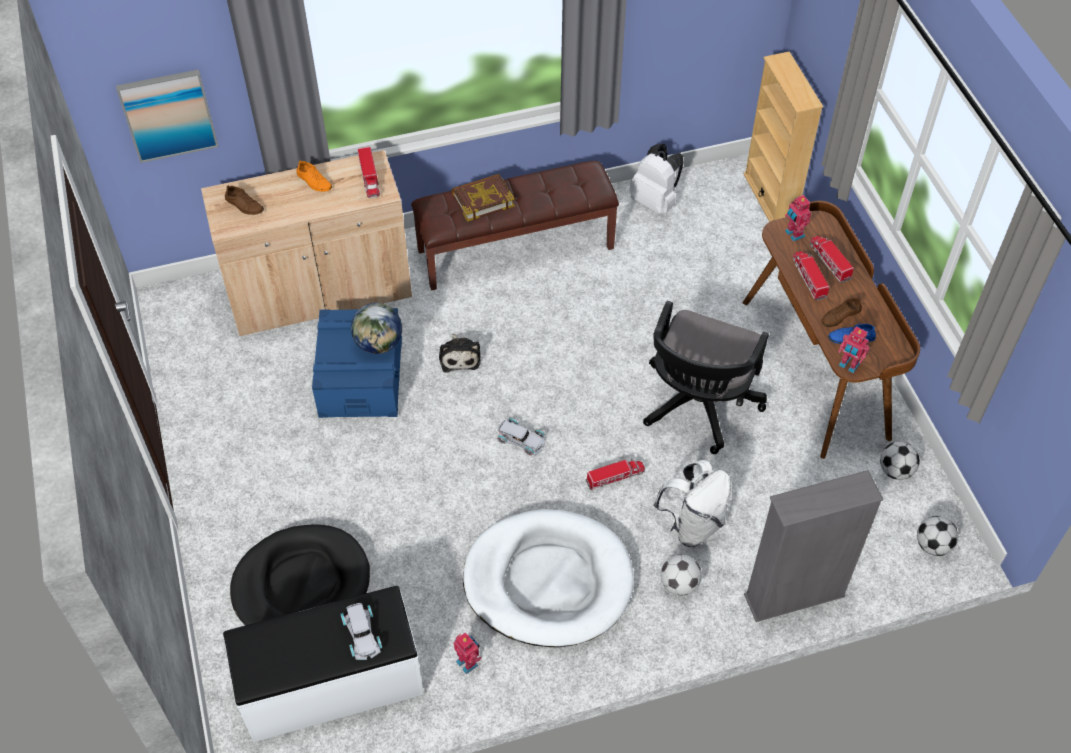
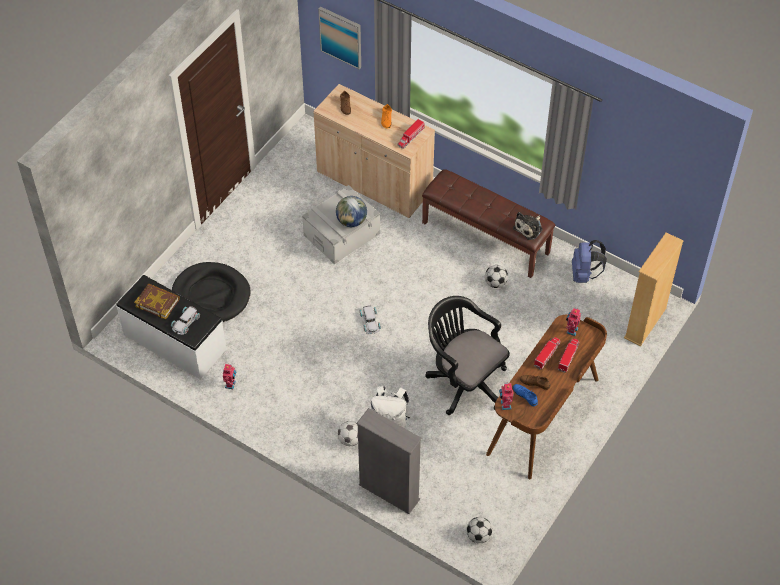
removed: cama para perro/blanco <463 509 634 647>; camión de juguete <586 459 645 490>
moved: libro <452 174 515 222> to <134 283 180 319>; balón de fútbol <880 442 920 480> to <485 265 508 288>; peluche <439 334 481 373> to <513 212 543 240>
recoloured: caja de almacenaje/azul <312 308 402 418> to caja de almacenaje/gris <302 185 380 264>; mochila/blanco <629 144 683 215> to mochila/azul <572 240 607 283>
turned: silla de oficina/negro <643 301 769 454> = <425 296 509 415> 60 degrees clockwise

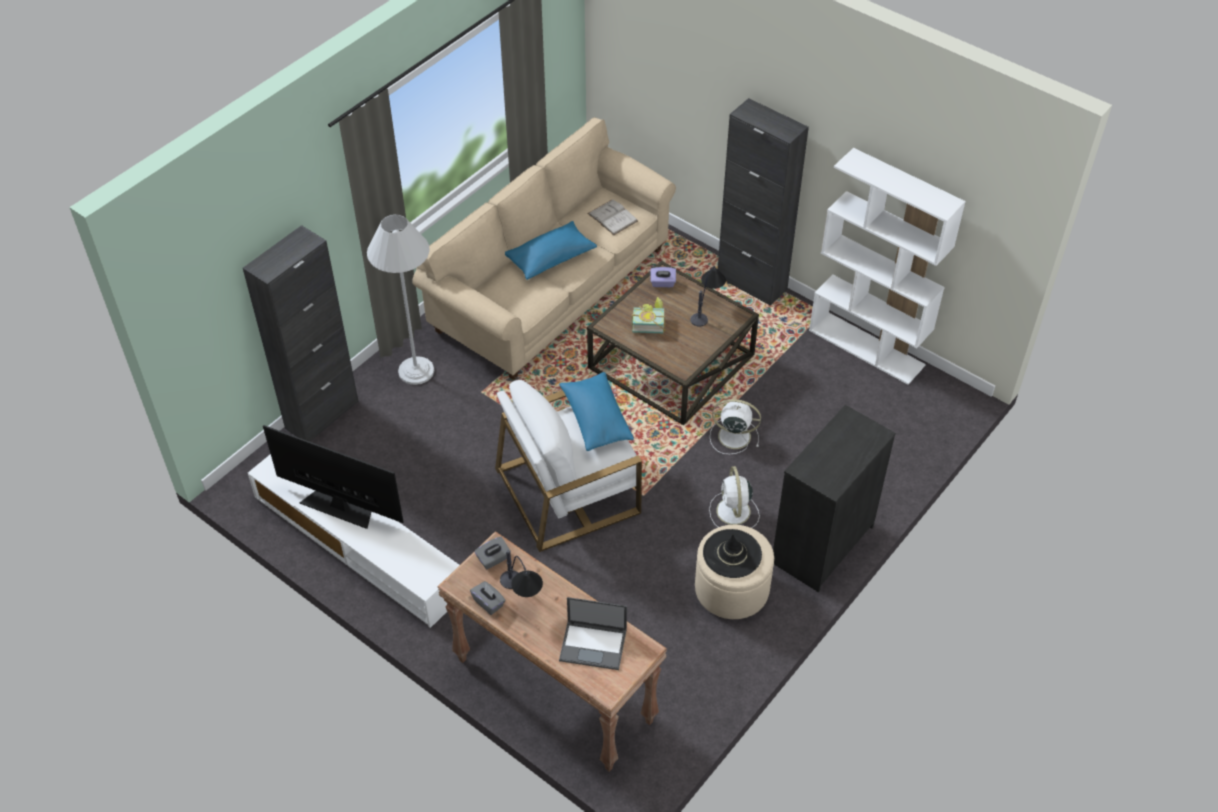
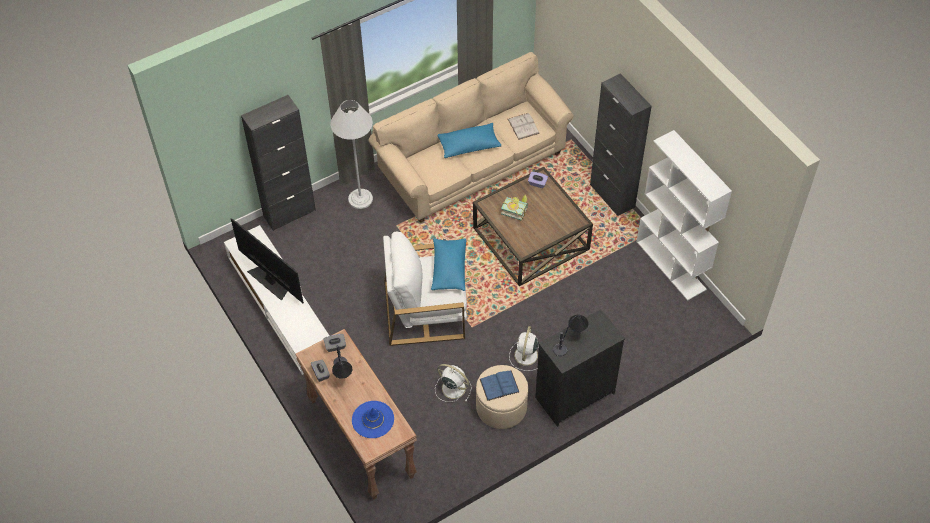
moved: ventilador/blanco <710 399 761 454> to <435 364 472 402>; lámpara de mesa <690 266 726 326> to <553 315 589 356>
replaced: portátil <559 597 627 670> to sombrero/azul <352 401 394 438>; sombrero/negro <703 529 762 578> to libro/azul <480 370 519 401>

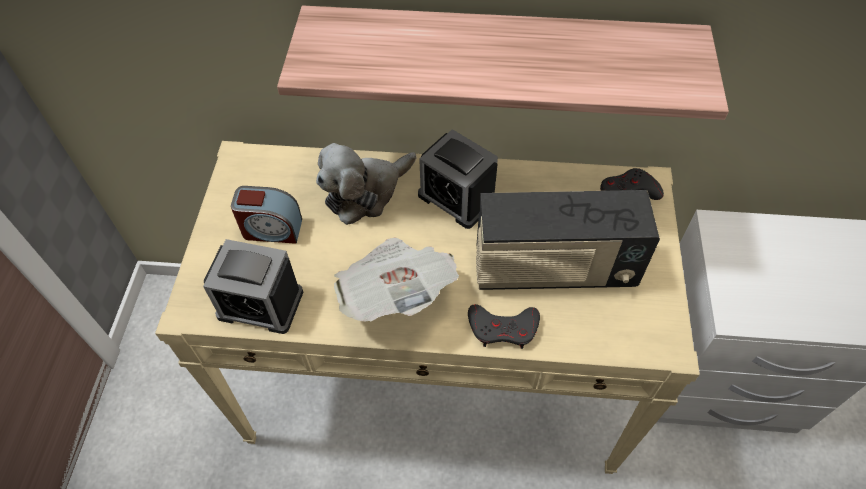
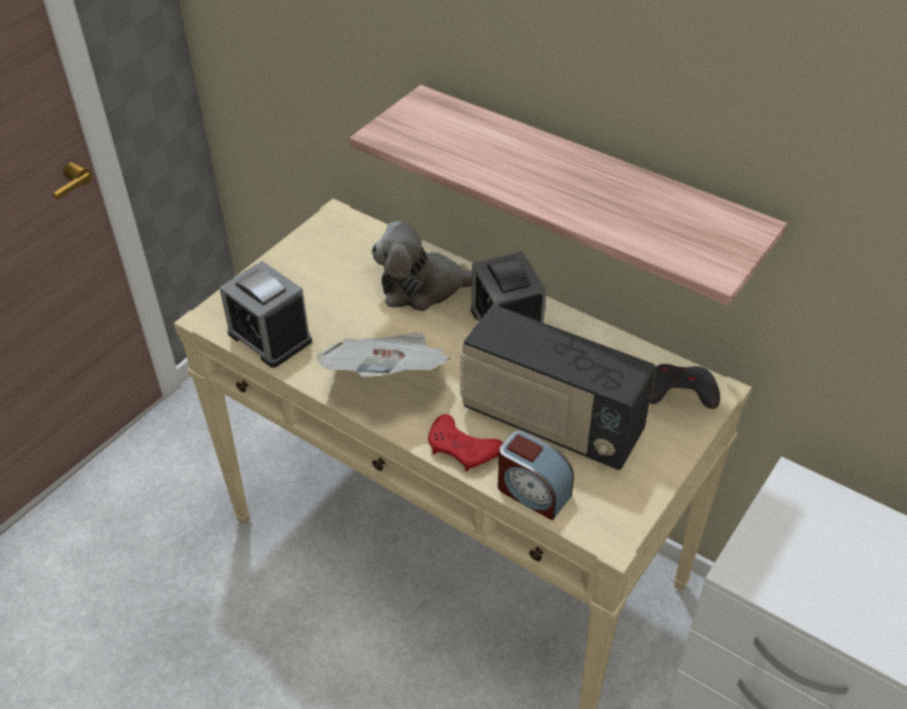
moved: despertador <231 186 302 244> to <498 430 574 520>
recoloured: mando de consola/gris <468 304 540 349> to mando de consola/rojo <428 414 503 472>

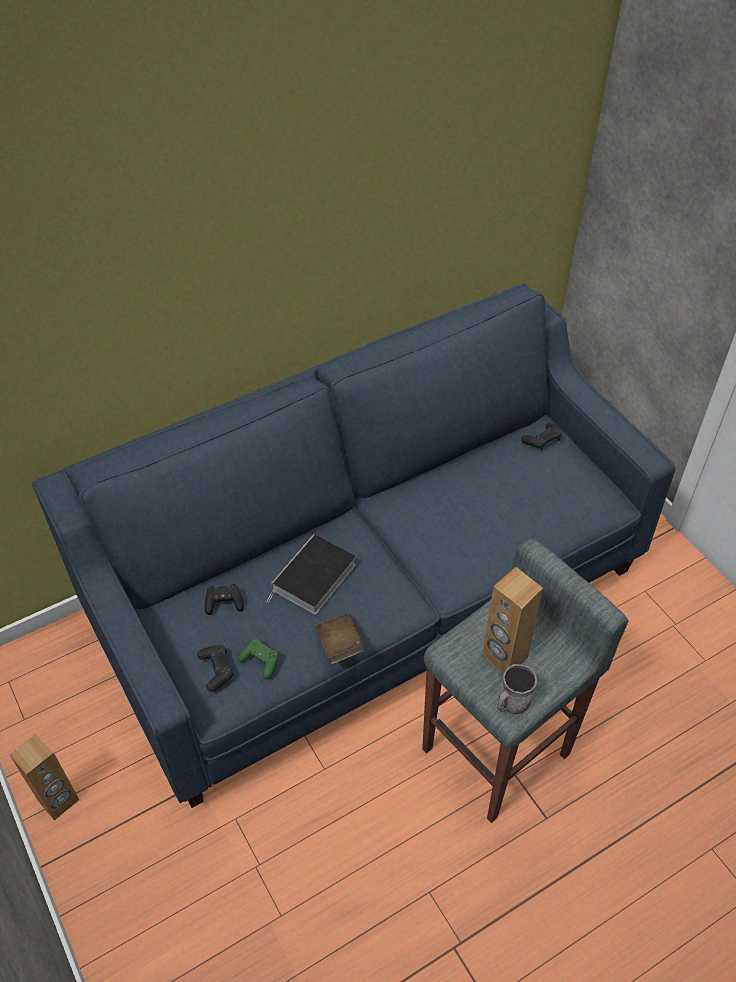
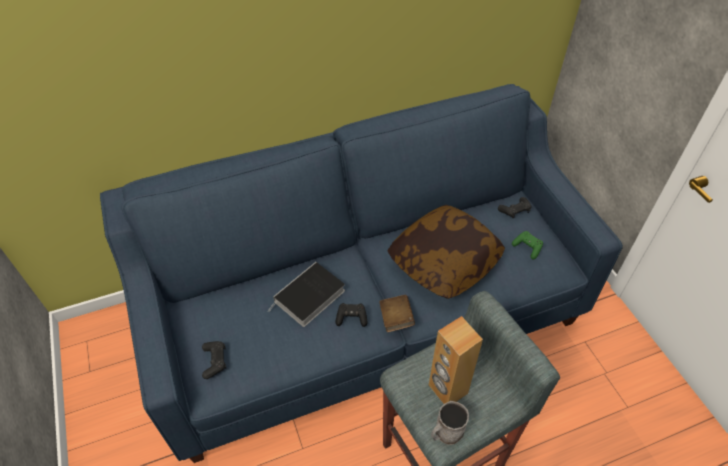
removed: altavoz/marrón <10 734 79 821>
added: cojín <387 205 505 299>
moved: mando de consola/negro <205 584 244 615> to <335 303 367 327>; libro/marrón <316 613 365 664> to <379 295 415 332>; mando de consola/verde <238 639 279 679> to <512 231 543 259>

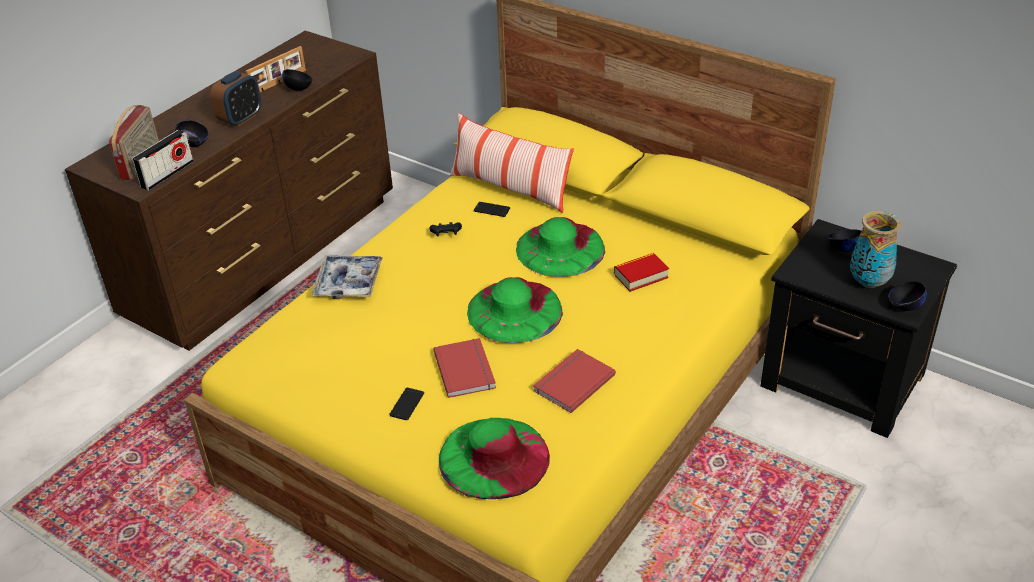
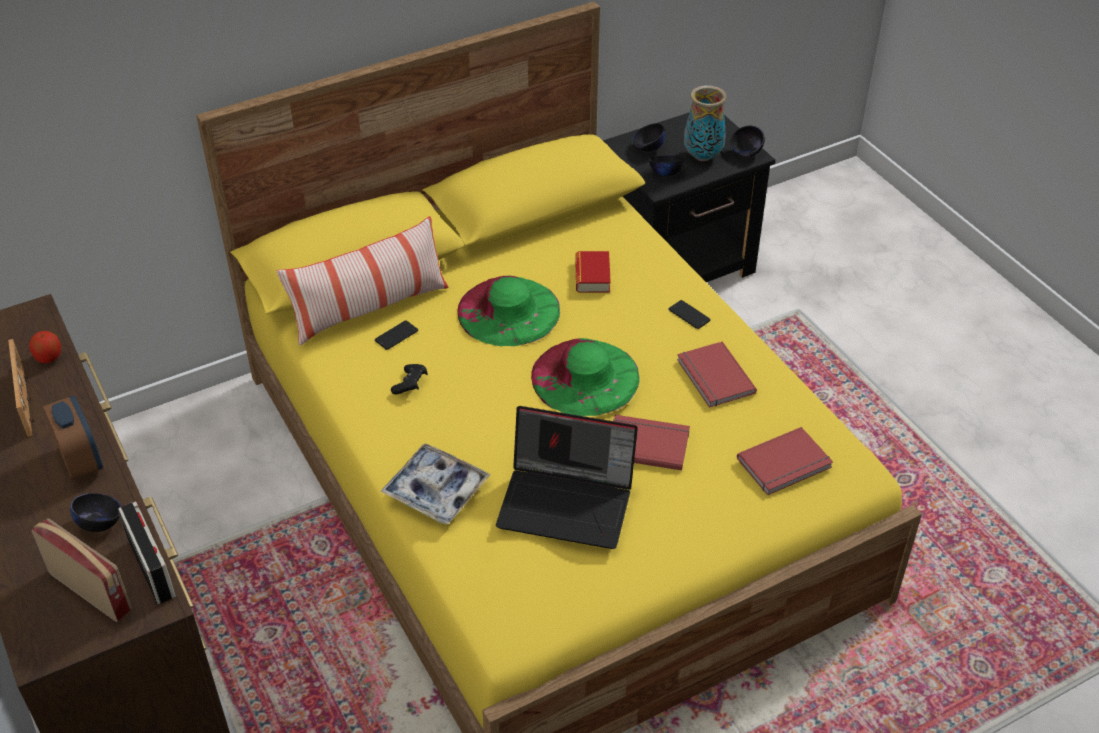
added: manzana <29 331 61 363>; portátil <496 406 638 549>
moved: cuenco/negro <282 69 313 91> to <649 155 684 177>; móvil <389 388 424 420> to <668 300 711 329>
replaced: sombrero/verde <439 418 550 499> to libro/rojo <737 427 833 495>

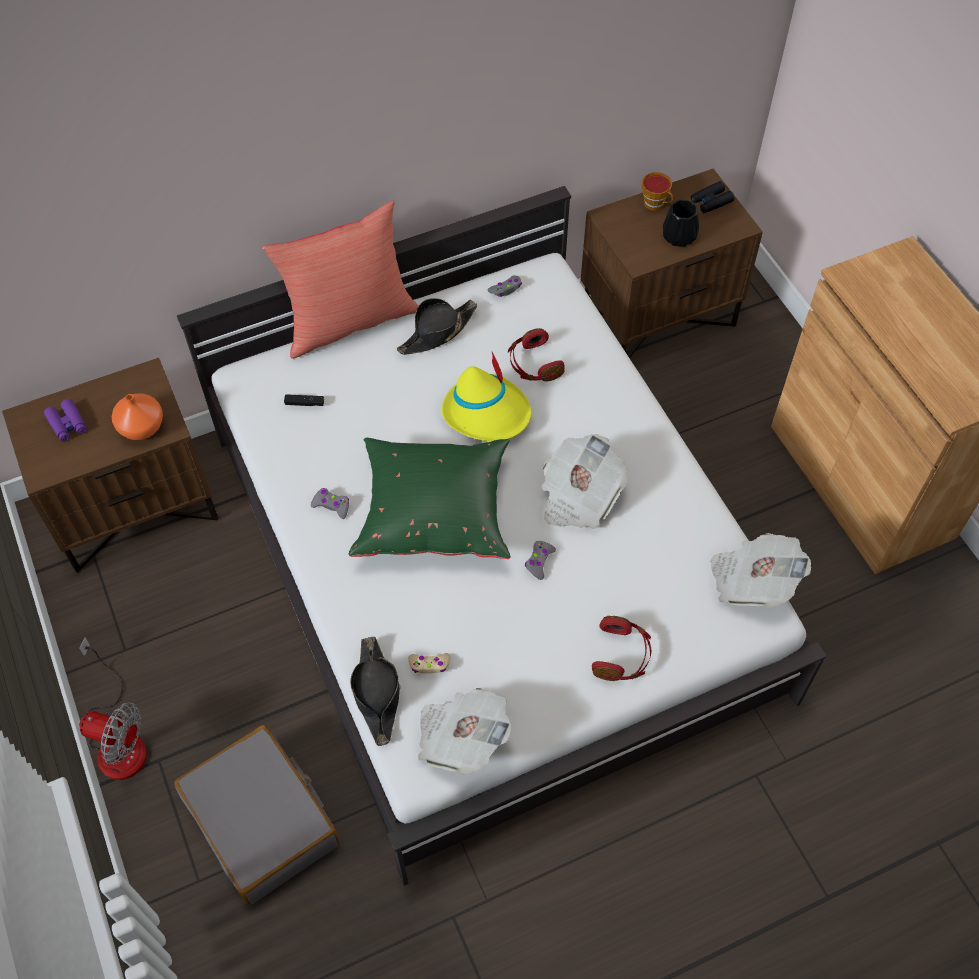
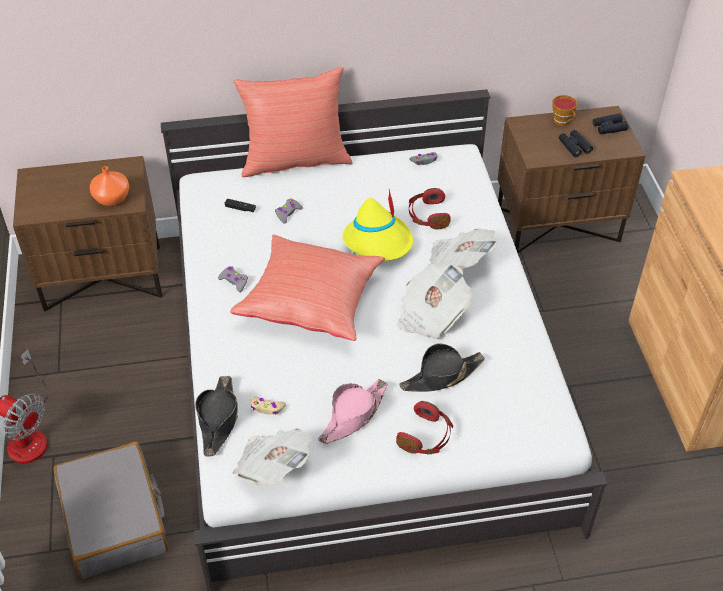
removed: prismáticos/morado <44 399 87 442>
added: sombrero/rosa <318 379 387 444>
moved: mando de consola/gris <525 541 556 580> to <275 198 303 224>; sombrero/negro <397 298 478 355> to <399 344 485 392>; periódico <710 533 811 608> to <428 228 497 269>
replaced: florero/negro <663 200 699 247> to prismáticos/negro <559 130 593 157>
recoloured: cojín/verde <349 438 511 559> to cojín/rojo <230 235 385 341>

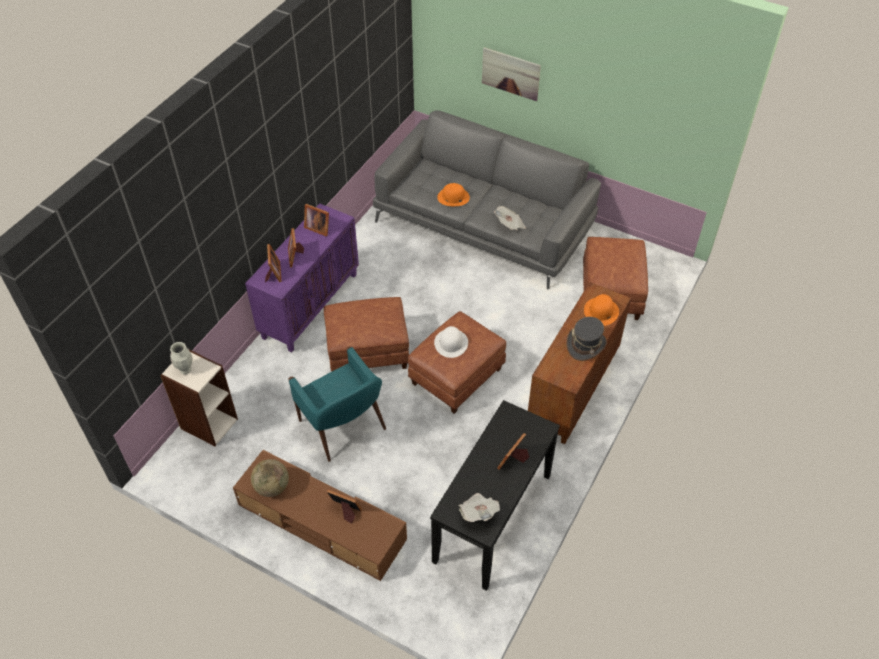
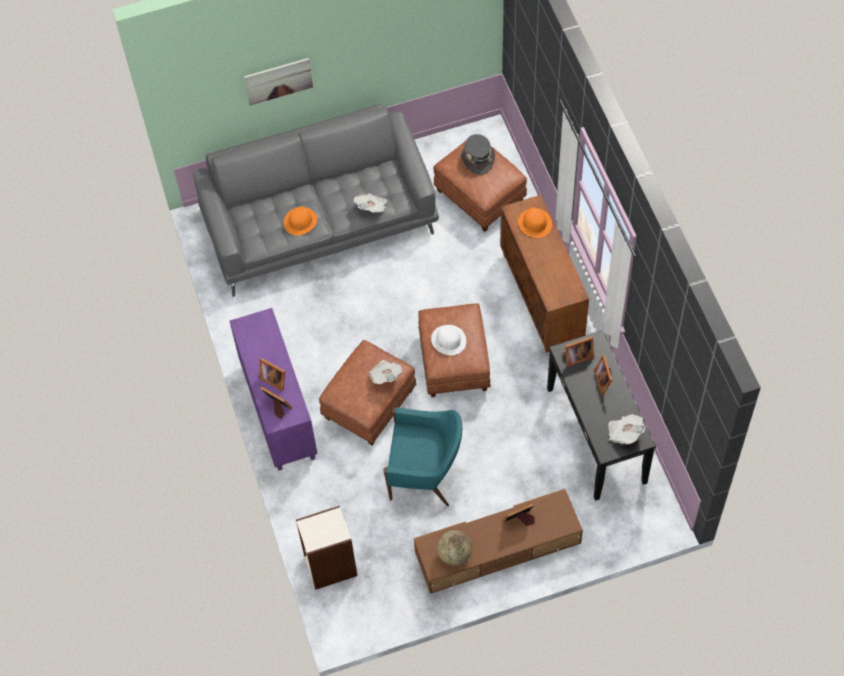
removed: florero <170 342 193 374>
added: periódico <368 360 402 384>
moved: sombrero/gris <566 317 607 361> to <461 134 495 175>; portarretratos <304 204 329 237> to <563 337 594 367>

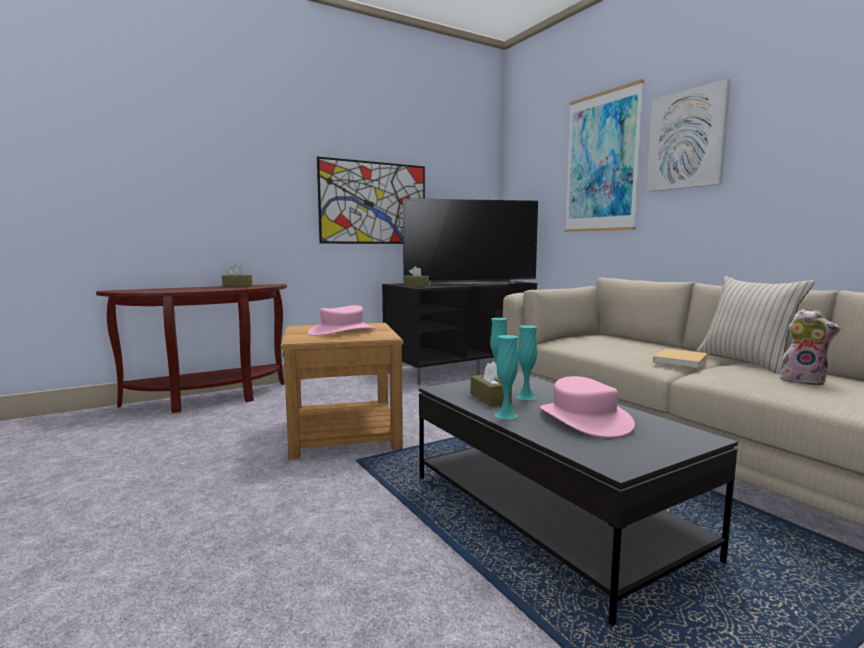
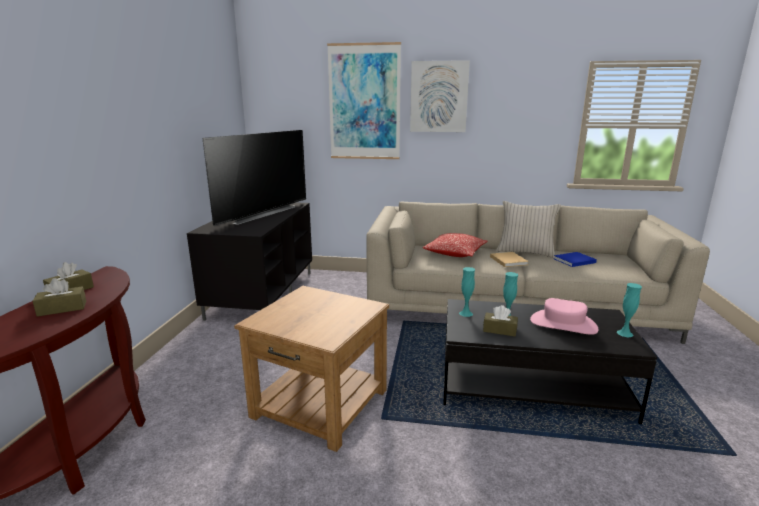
removed: sombrero/rosa <308 305 376 336>; cuadro <317 157 425 244>
added: cojín <422 233 488 257>
moved: caja de pañuelos/marrón <403 266 429 287> to <33 278 86 317>; florero/turquesa <494 335 518 419> to <617 283 642 337>
replaced: peluche <780 309 841 386> to libro/azul <554 252 597 267>

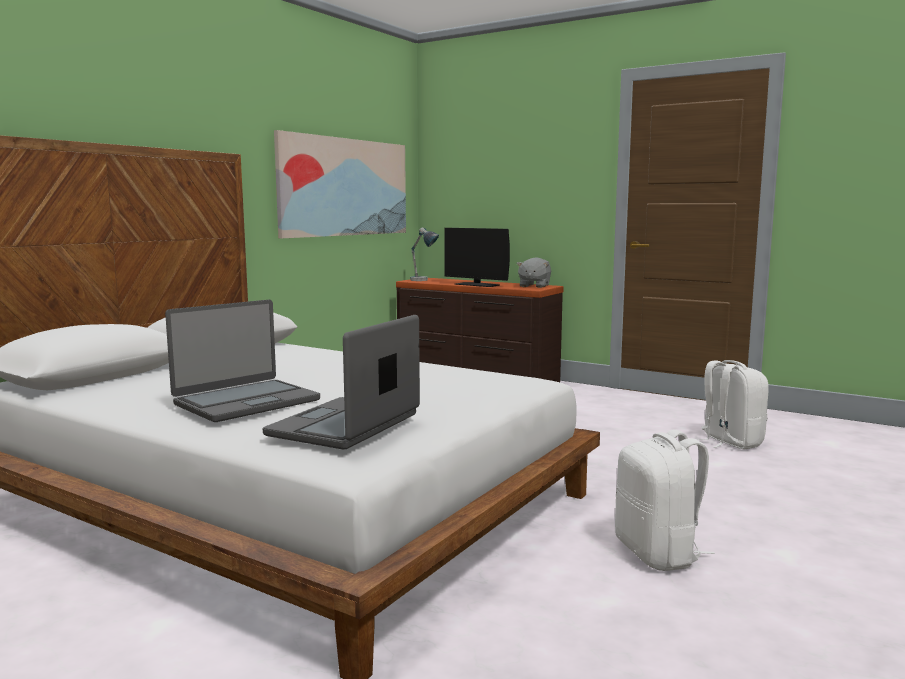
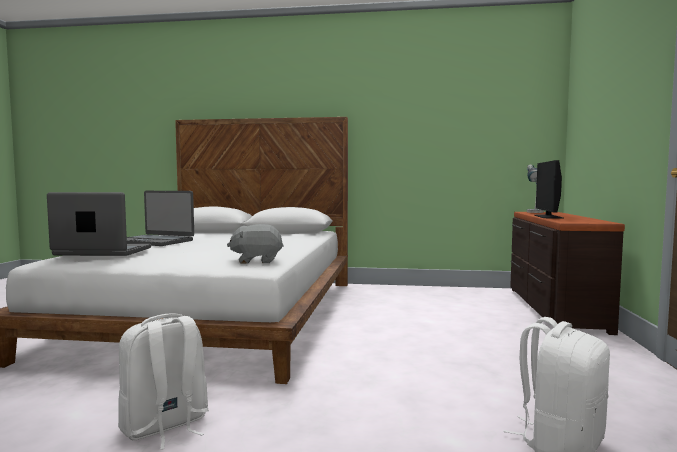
removed: cuadro <274 130 406 238>
moved: peluche/gris <517 257 551 288> to <227 224 284 264>

